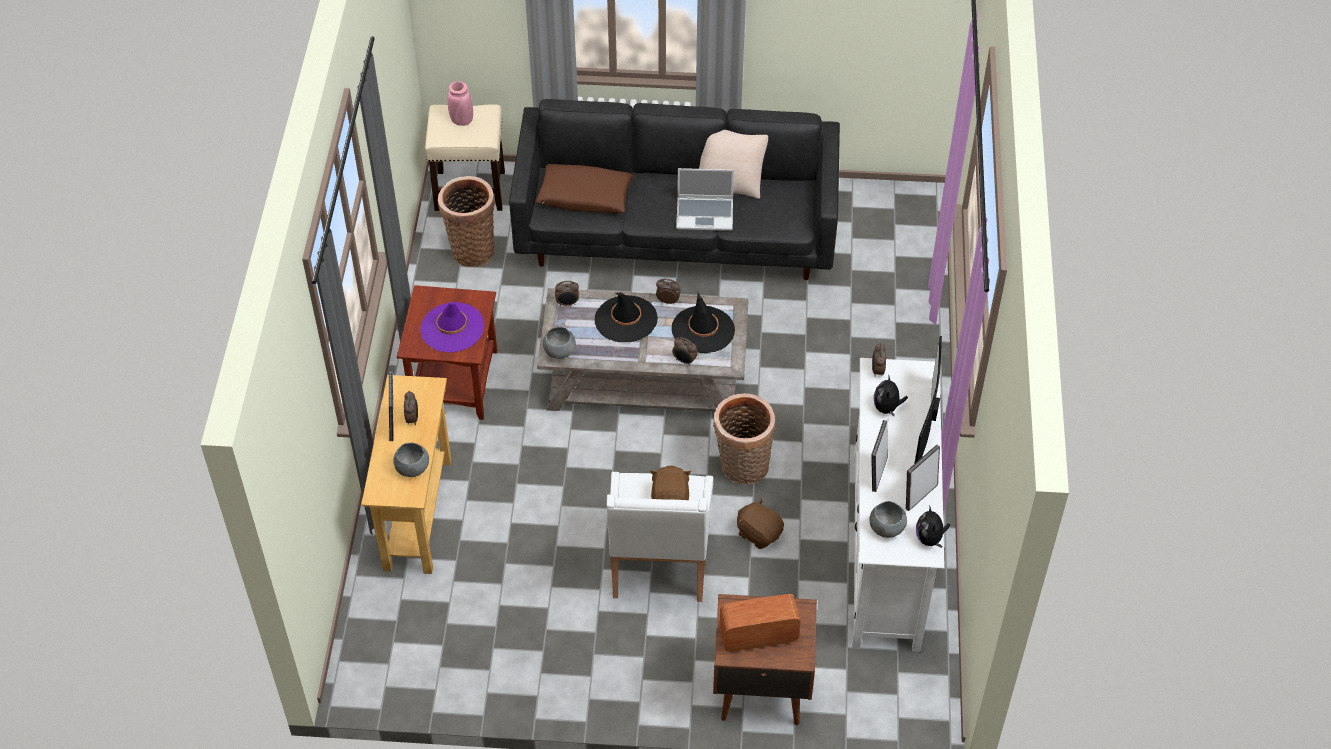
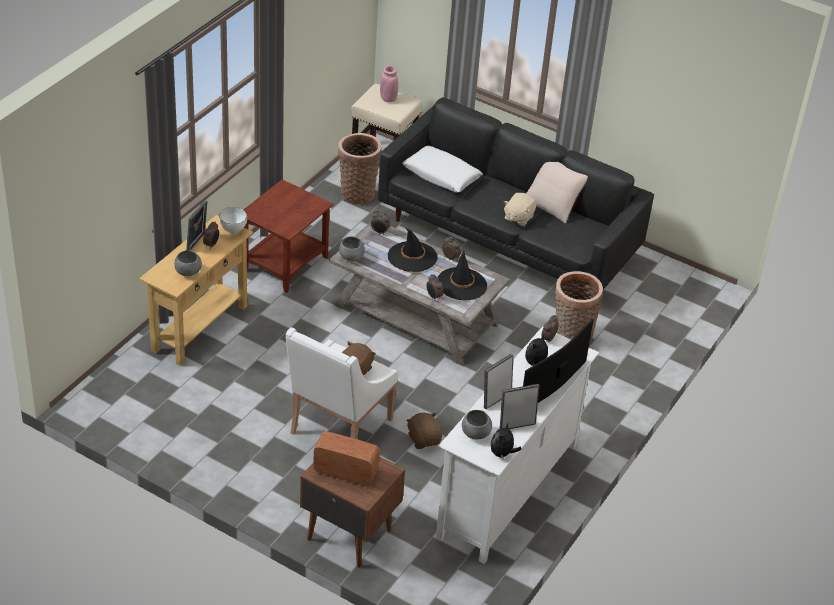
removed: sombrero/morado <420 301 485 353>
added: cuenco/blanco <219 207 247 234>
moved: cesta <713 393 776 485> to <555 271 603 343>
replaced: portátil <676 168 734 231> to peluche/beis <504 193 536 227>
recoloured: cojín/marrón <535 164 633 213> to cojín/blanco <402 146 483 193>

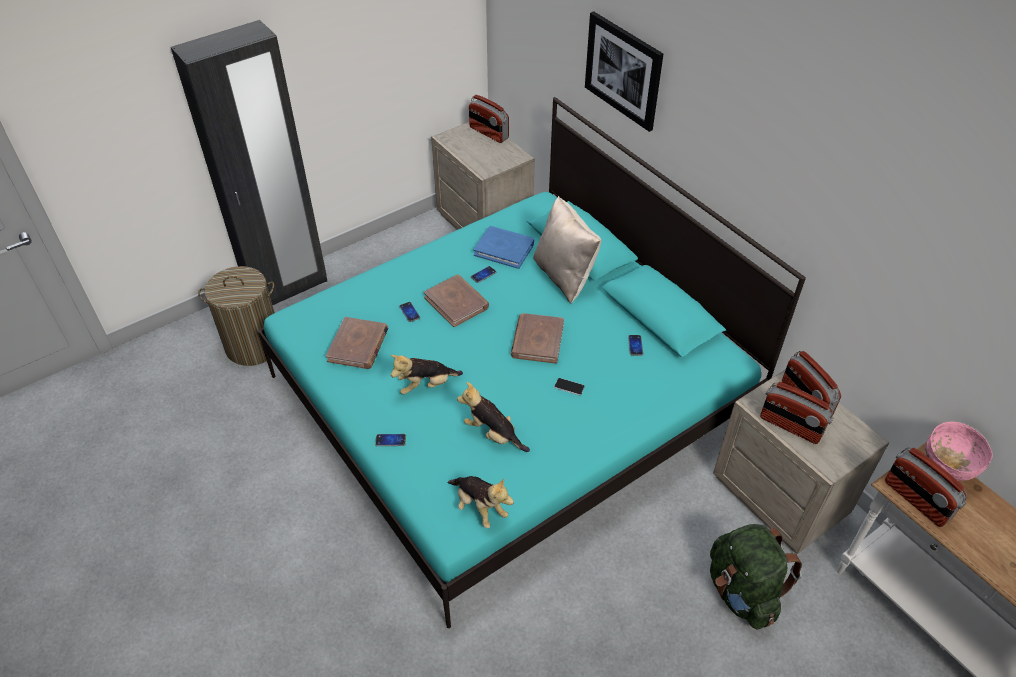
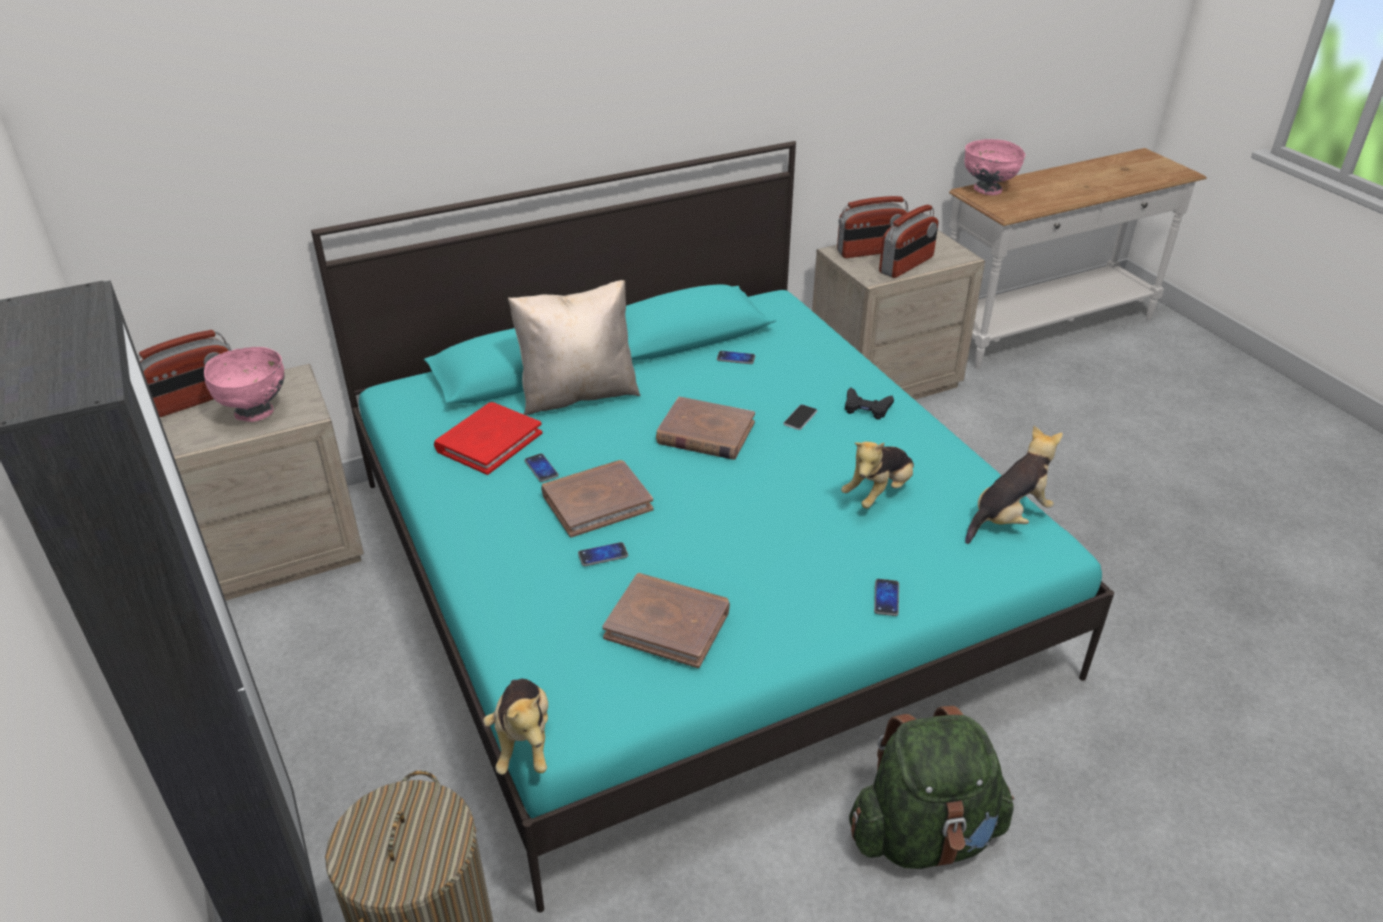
removed: cuadro <585 11 663 132>; radio <885 447 967 527>
added: cuenco/rosa <204 347 284 422>; mando de consola/negro <845 388 894 419>
moved: peluche <391 355 463 394> to <483 679 548 775>; mochila/verde <710 524 802 630> to <849 706 1014 869>
recoloured: libro/azul <473 226 534 269> to libro/rojo <434 402 542 475>

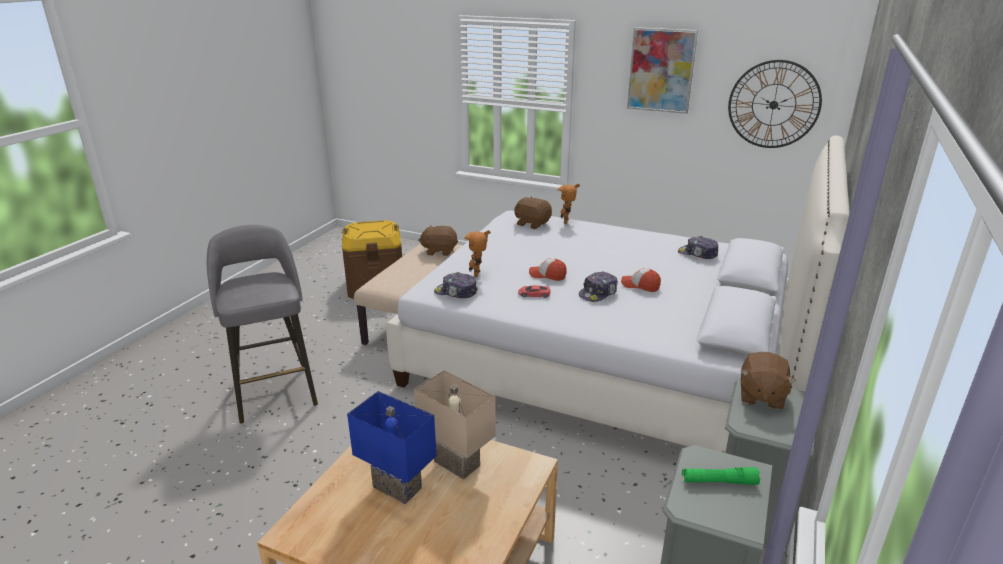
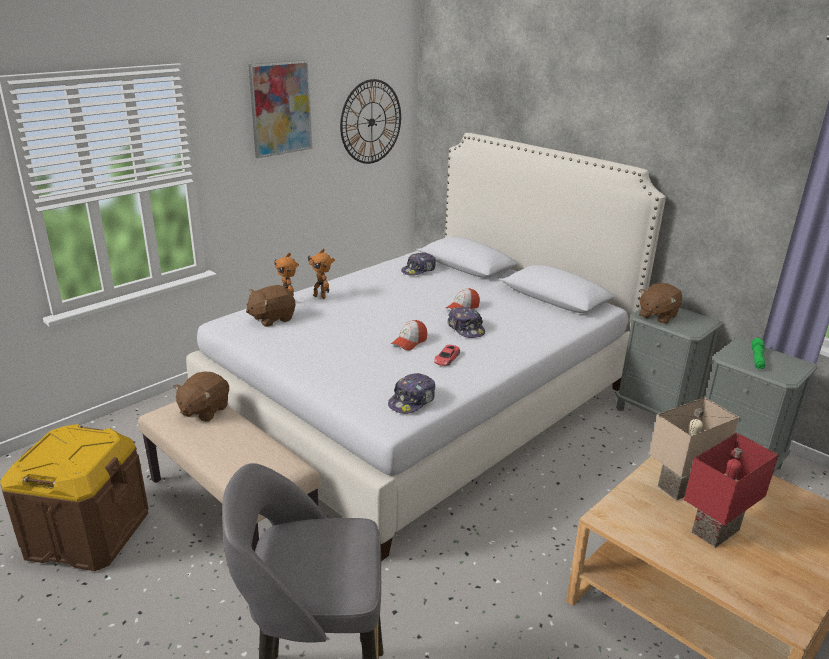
moved: robot de juguete <464 230 491 277> to <307 249 335 299>
recoloured: lámpara de mesa/azul <347 391 436 504> to lámpara de mesa/rojo <684 432 779 548>
turned: peluche/marrón <741 352 796 410> = <639 283 682 324> 90 degrees clockwise

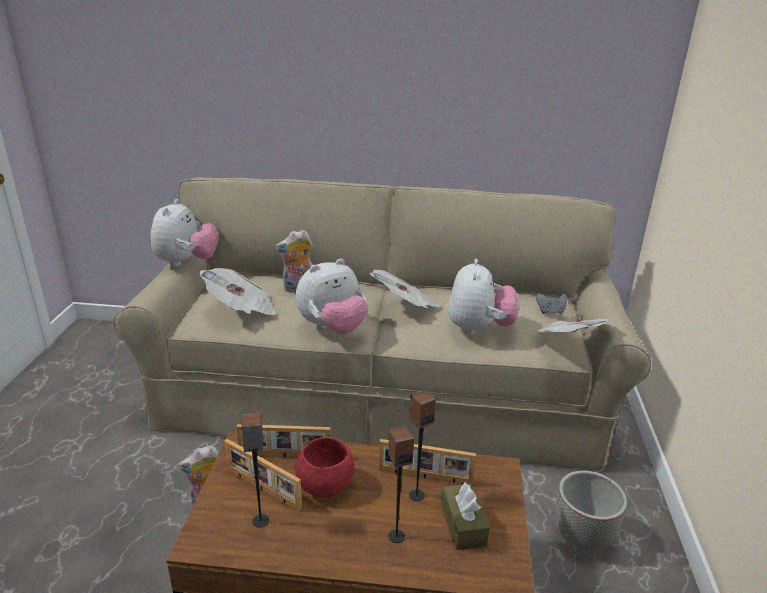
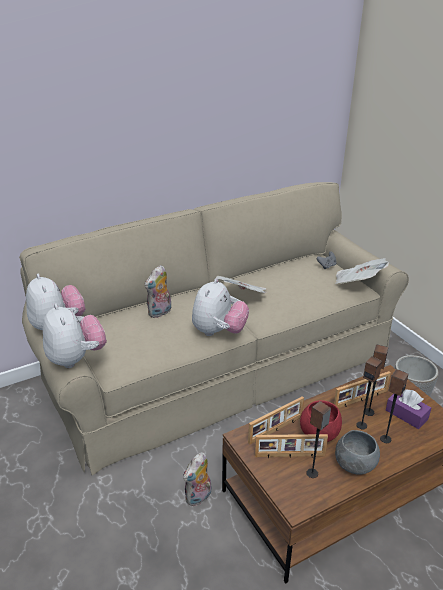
removed: periódico <199 268 275 315>
added: cuenco/gris <335 430 380 475>; altavoz <356 356 382 429>
moved: peluche <448 259 519 335> to <43 304 107 368>
recoloured: caja de pañuelos/marrón <441 483 490 550> to caja de pañuelos/morado <386 389 431 429>

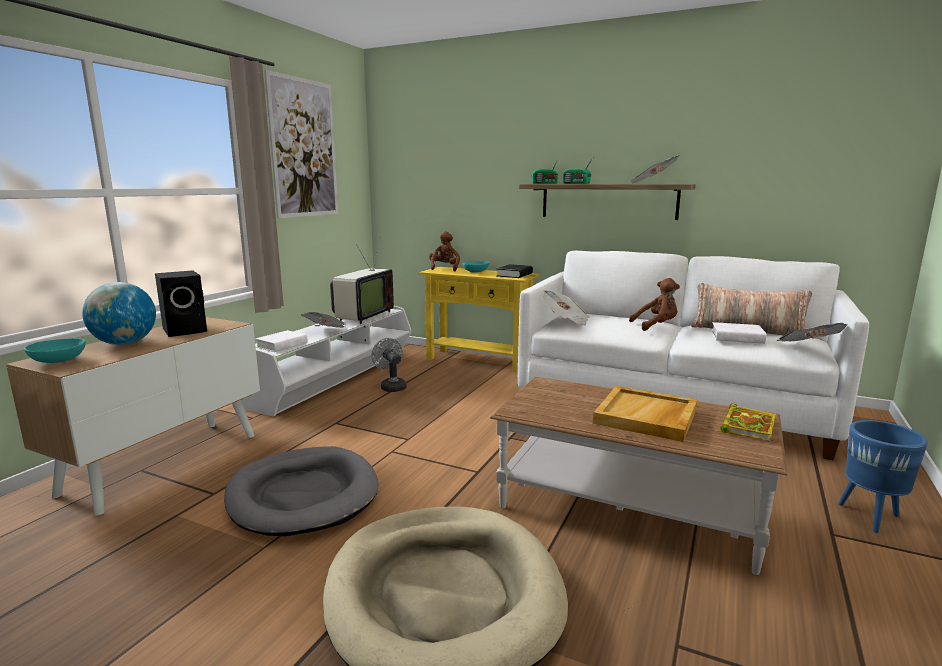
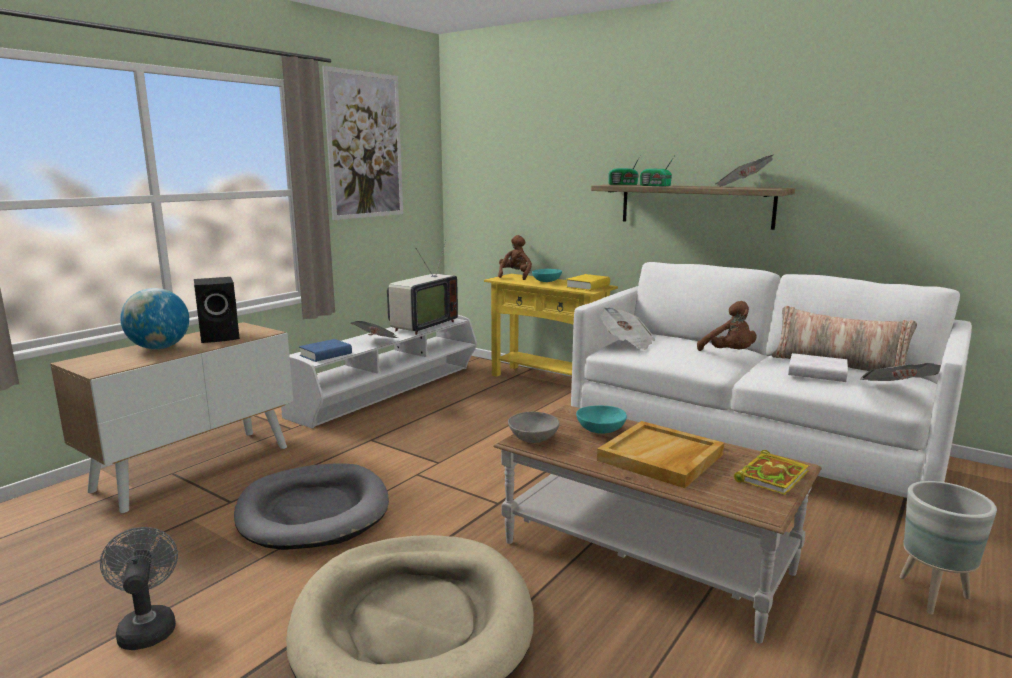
added: cuenco/gris <508 412 560 443>
moved: ventilador/gris <372 338 407 392> to <100 527 178 650>; cuenco/turquesa <24 338 86 363> to <576 406 627 434>
recoloured: libro/blanco <255 330 308 352> to libro/azul <299 339 352 362>; libro/negro <496 264 533 278> to libro/amarillo <566 274 610 291>; maceta/azul <838 420 928 533> to maceta/gris <900 481 997 615>
turned: peluche/marrón <629 278 680 331> = <697 301 757 351> 60 degrees clockwise

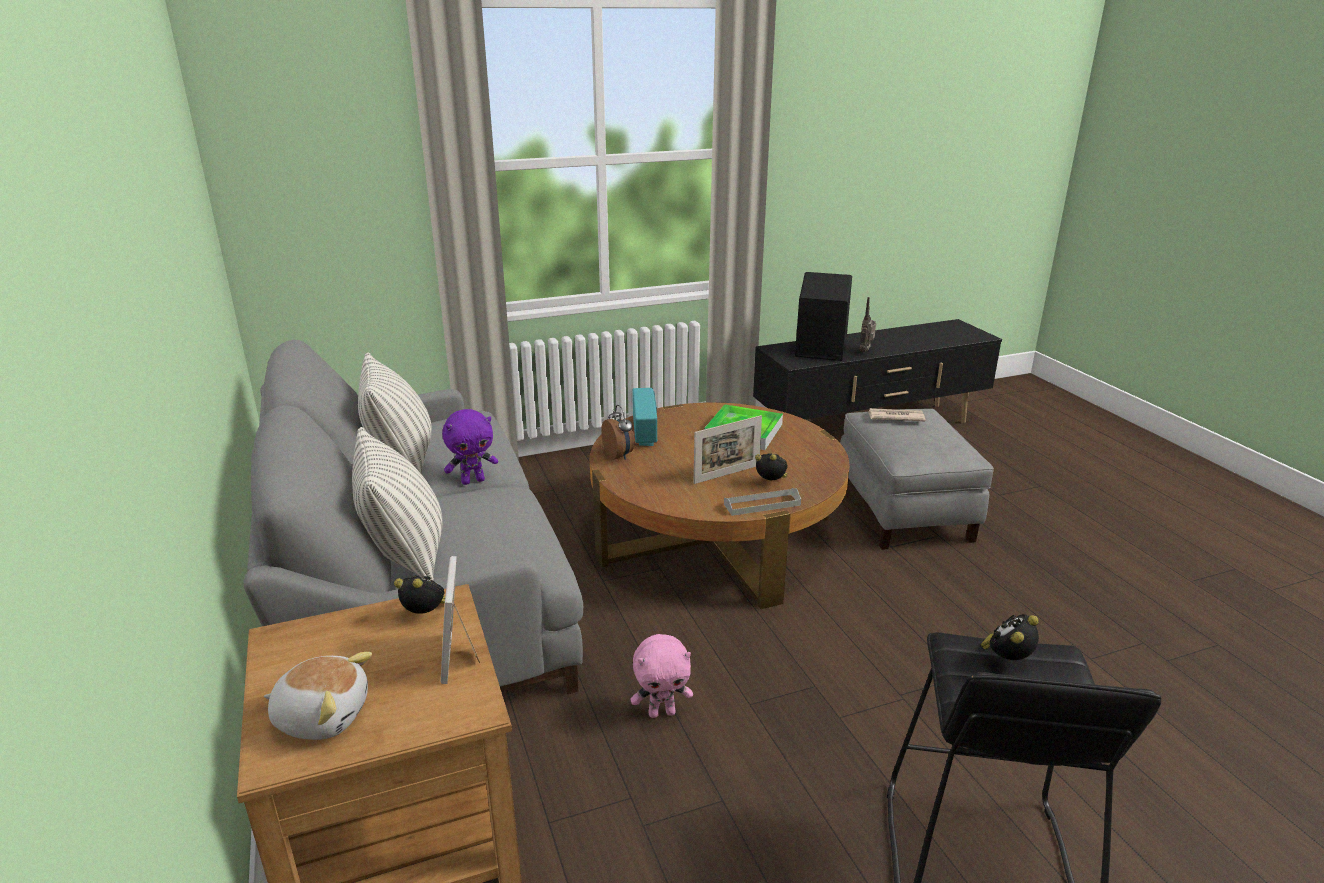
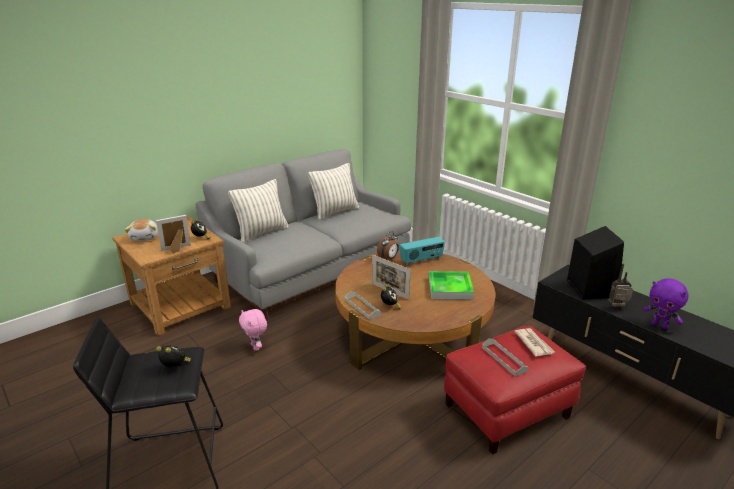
added: bandeja/gris <482 339 529 376>
moved: peluche/morado <442 409 498 485> to <643 278 688 329>
recoloured: puf/gris <840 409 994 550> to puf/rojo <444 326 586 455>

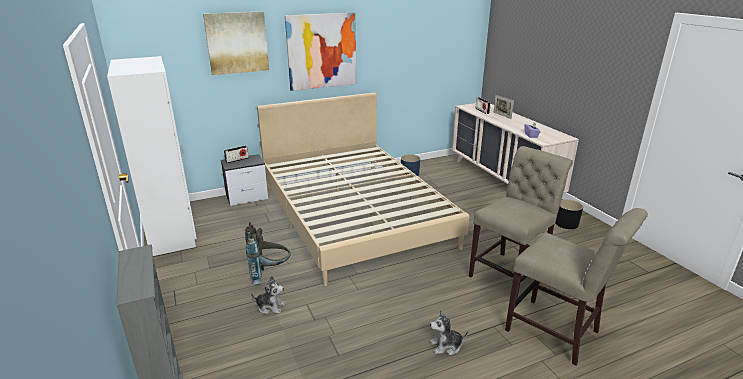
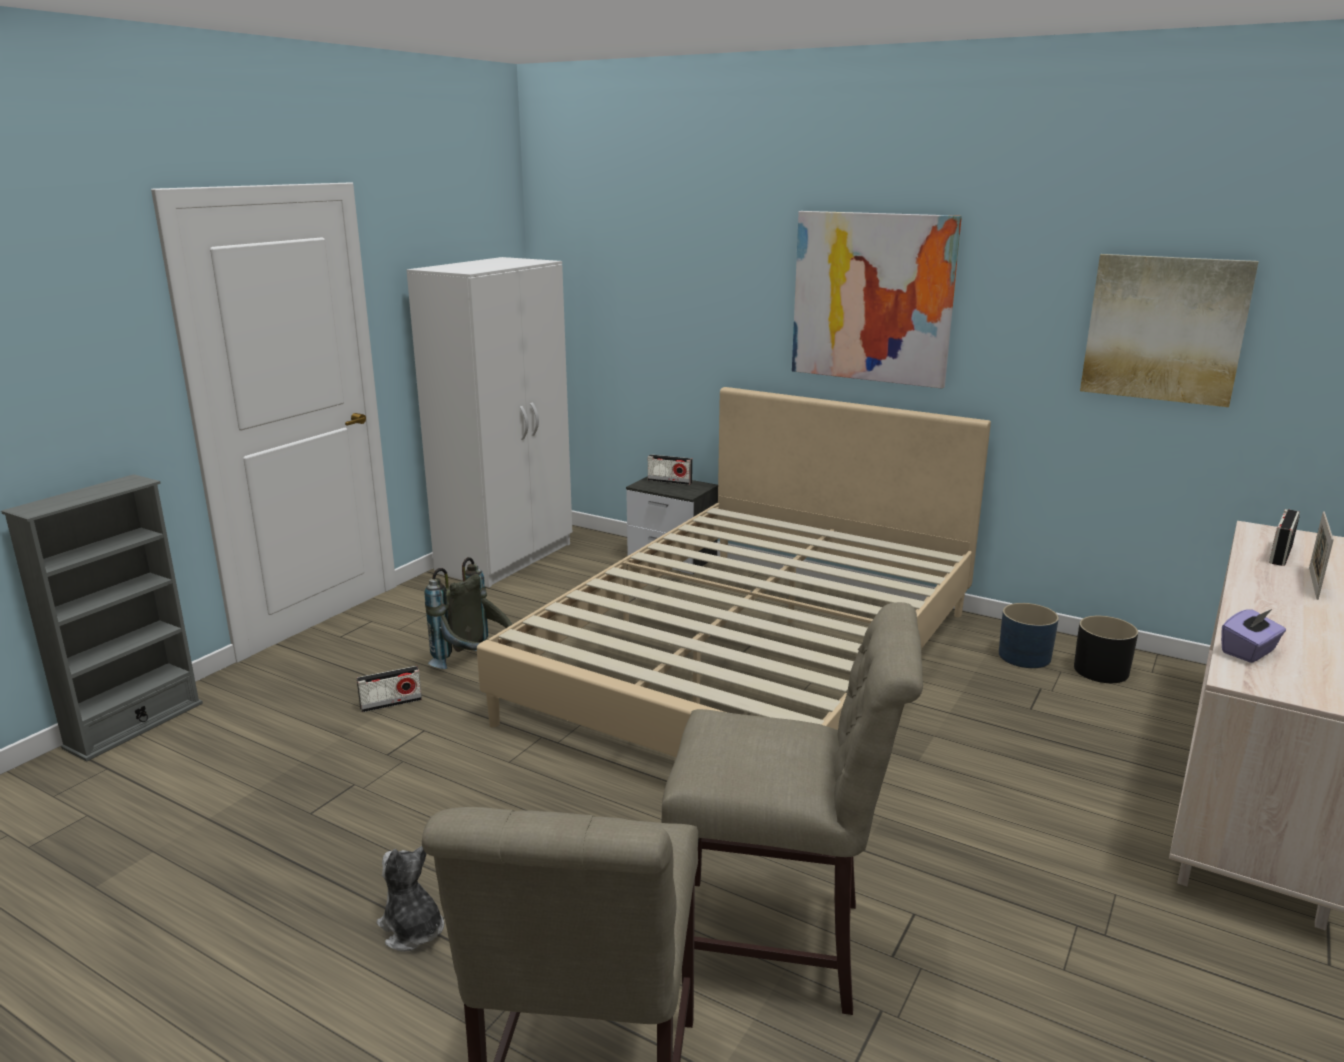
moved: maceta/negro <555 199 583 229> to <1074 616 1138 683>; cuadro <203 11 269 75> to <1080 254 1259 407>
replaced: peluche <251 276 286 315> to radio <357 666 422 712>

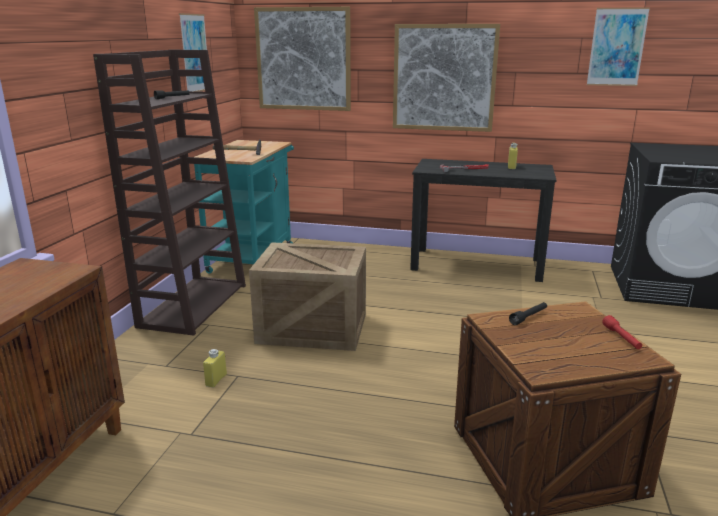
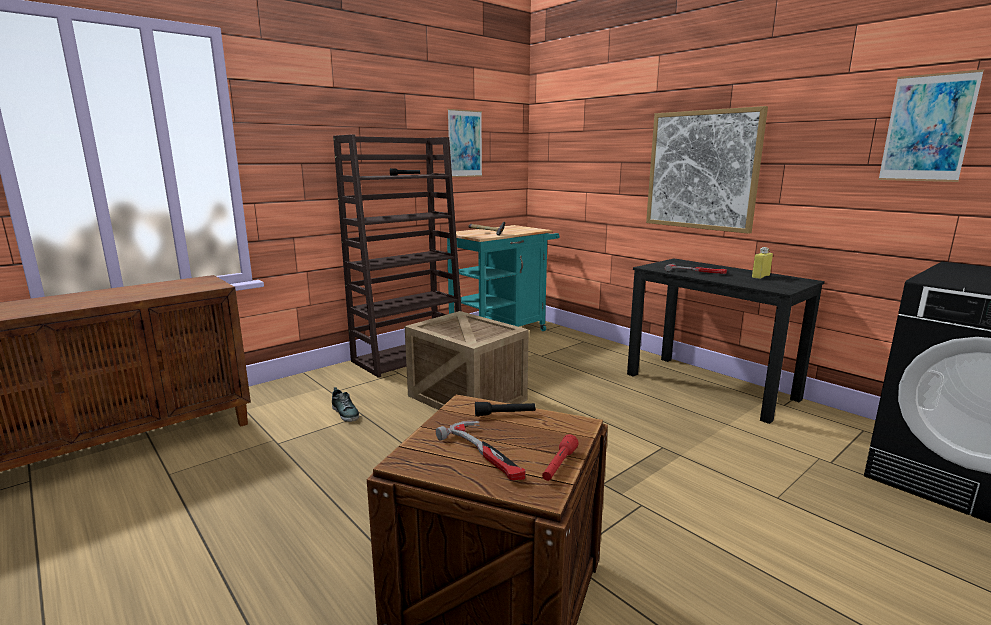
removed: cuadro <254 7 351 111>
added: martillo <436 421 525 480>
replaced: botella/amarillo <203 349 227 388> to zapato <332 387 359 422>

